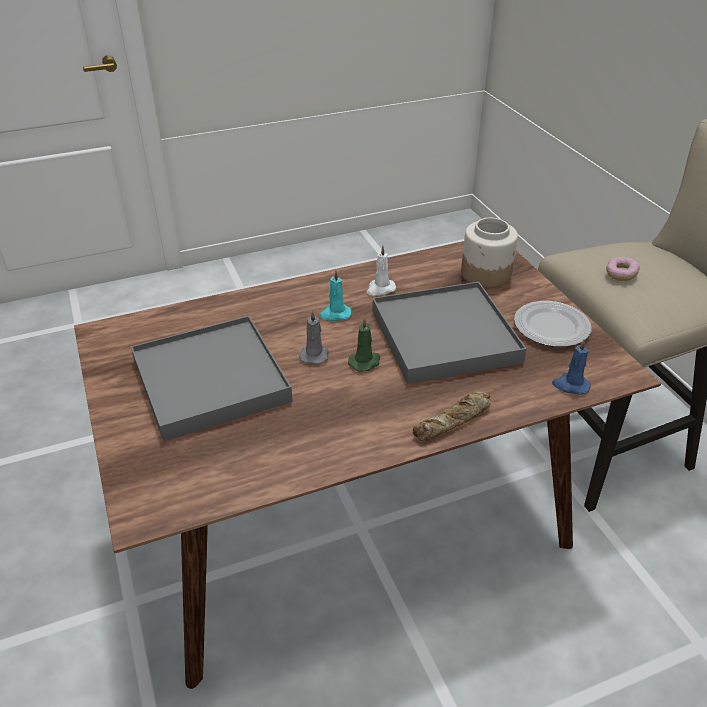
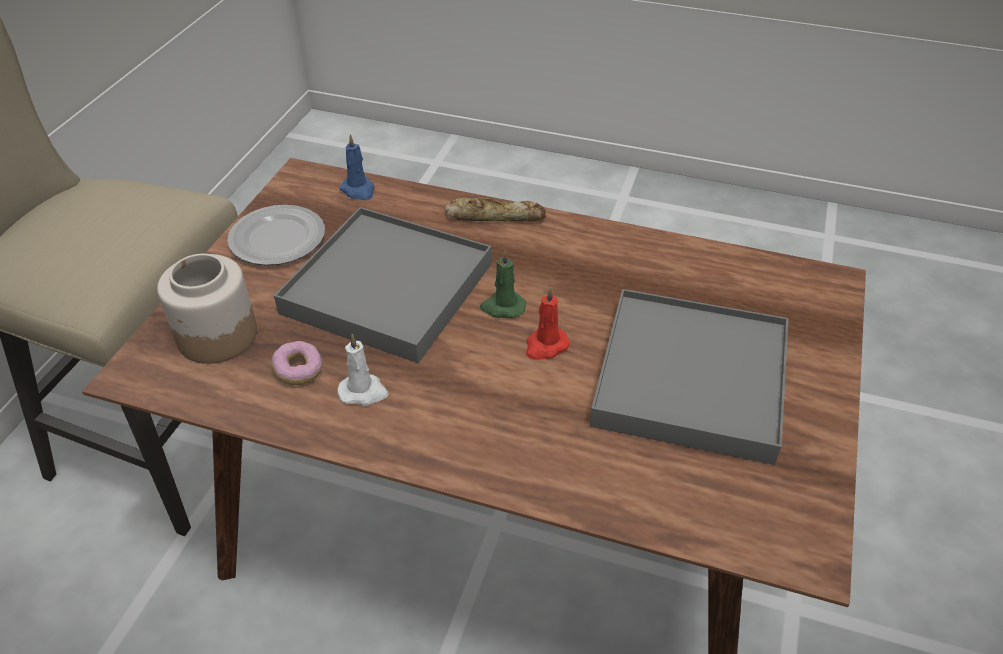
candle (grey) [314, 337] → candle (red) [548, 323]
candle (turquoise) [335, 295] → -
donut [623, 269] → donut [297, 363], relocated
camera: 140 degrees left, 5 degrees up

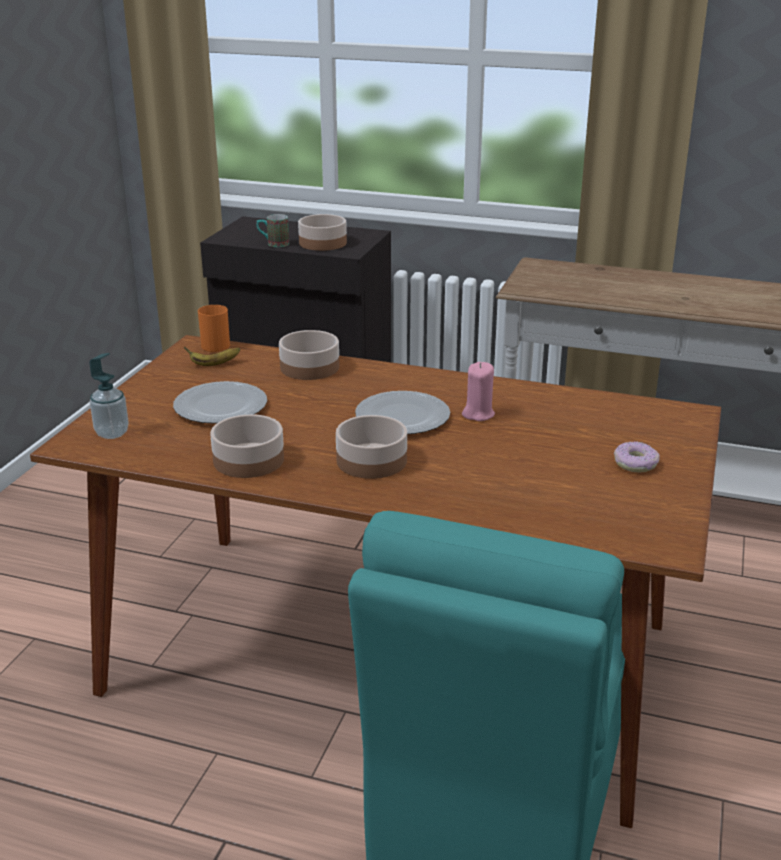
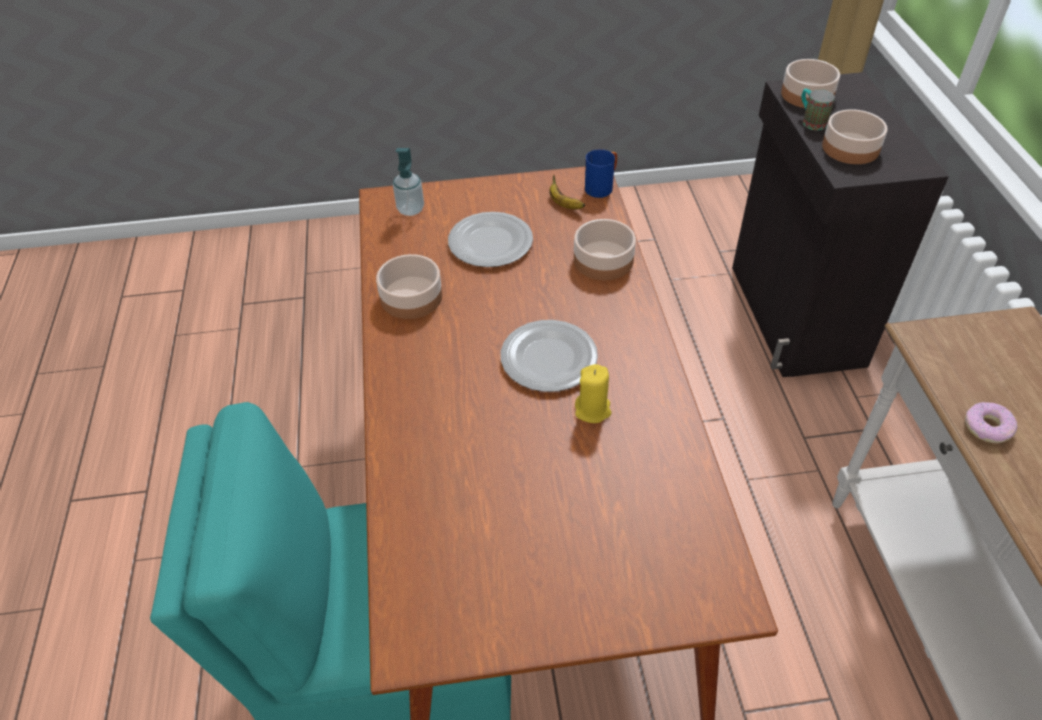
mug (orange) [214, 328] → mug (blue) [601, 173]
bowl [371, 447] → bowl [810, 83], relocated
candle (pink) [478, 391] → candle (yellow) [593, 393]
donut [637, 457] → donut [991, 422], relocated
camera: 65 degrees right, 20 degrees up

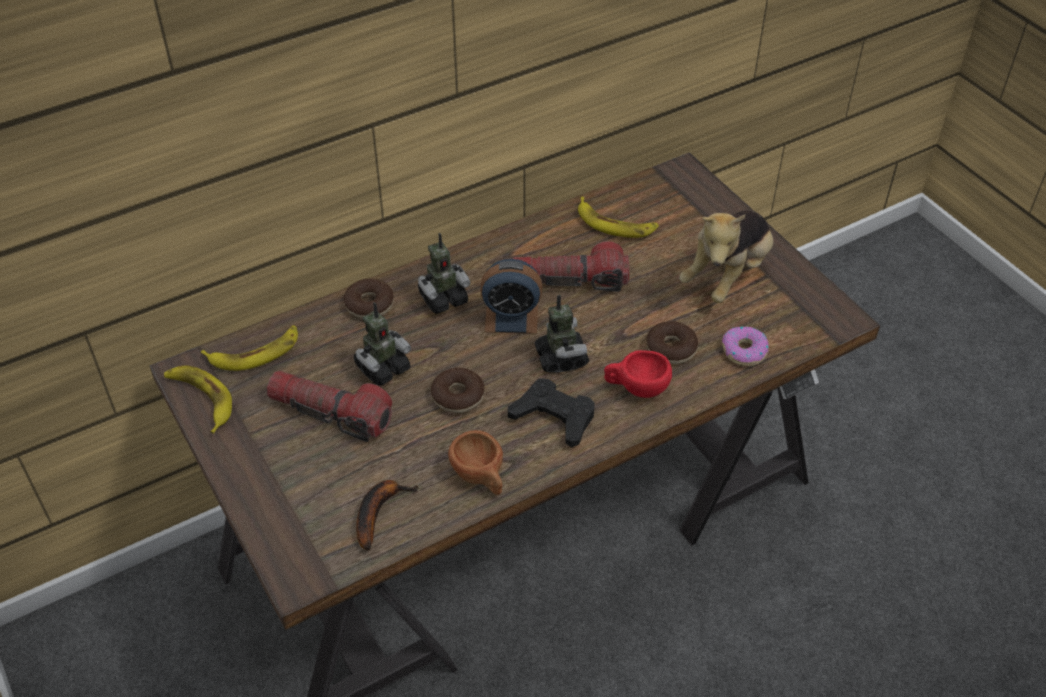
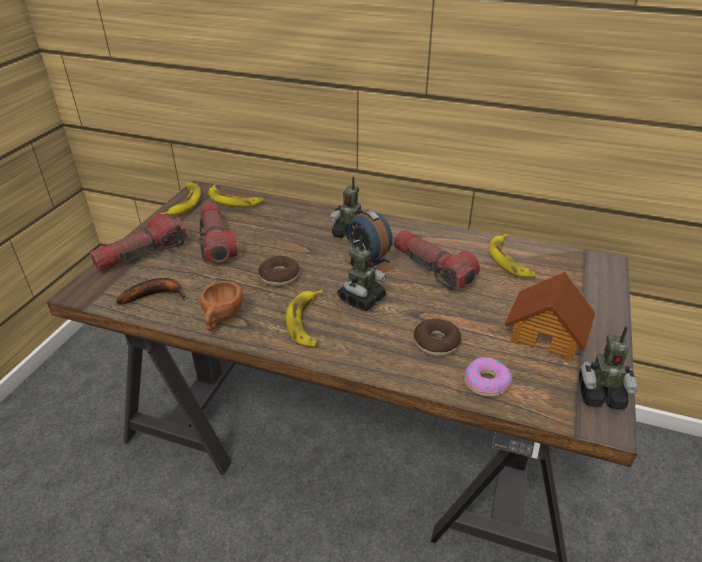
donut [369, 298] → -
toy robot [382, 344] → toy robot [608, 367], relocated
game controller (black) [551, 413] → banana [304, 318]
cup (red) [638, 374] → -
plush toy [726, 256] → toy house [550, 316]
- → flashlight [138, 243]
camera: 50 degrees right, 10 degrees down

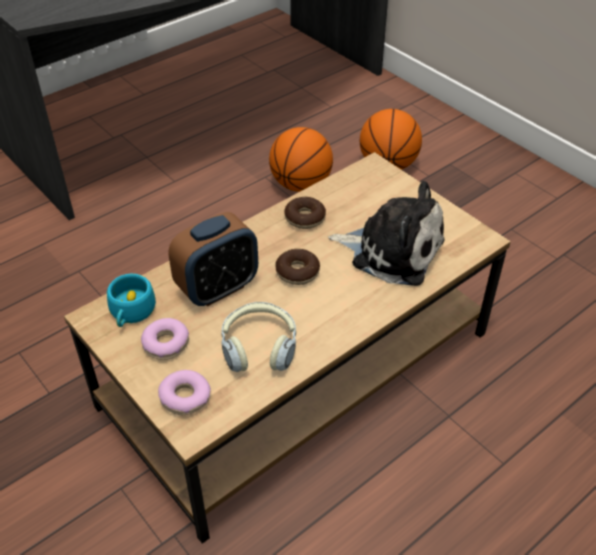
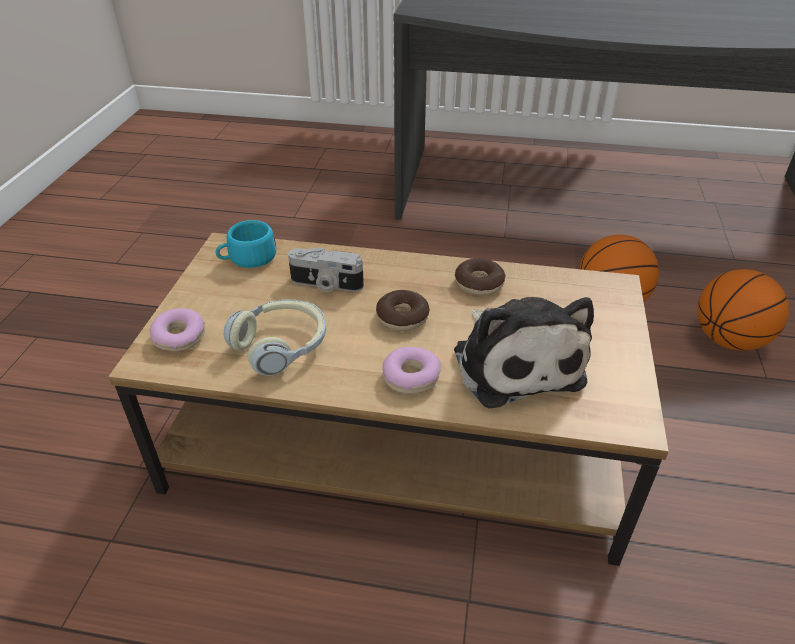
donut [165, 339] → donut [411, 370], relocated
alarm clock [213, 259] → photo camera [326, 270]
camera: 50 degrees right, 5 degrees down

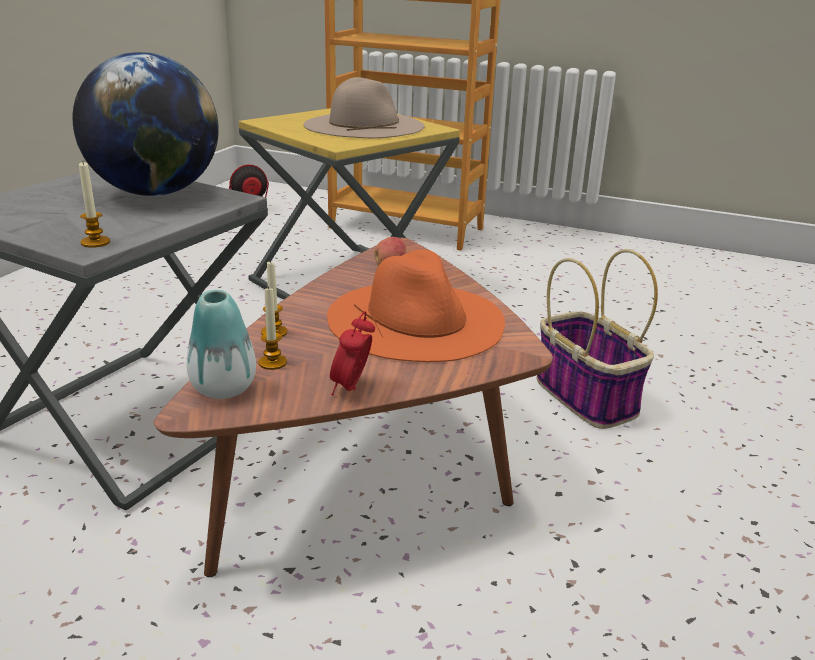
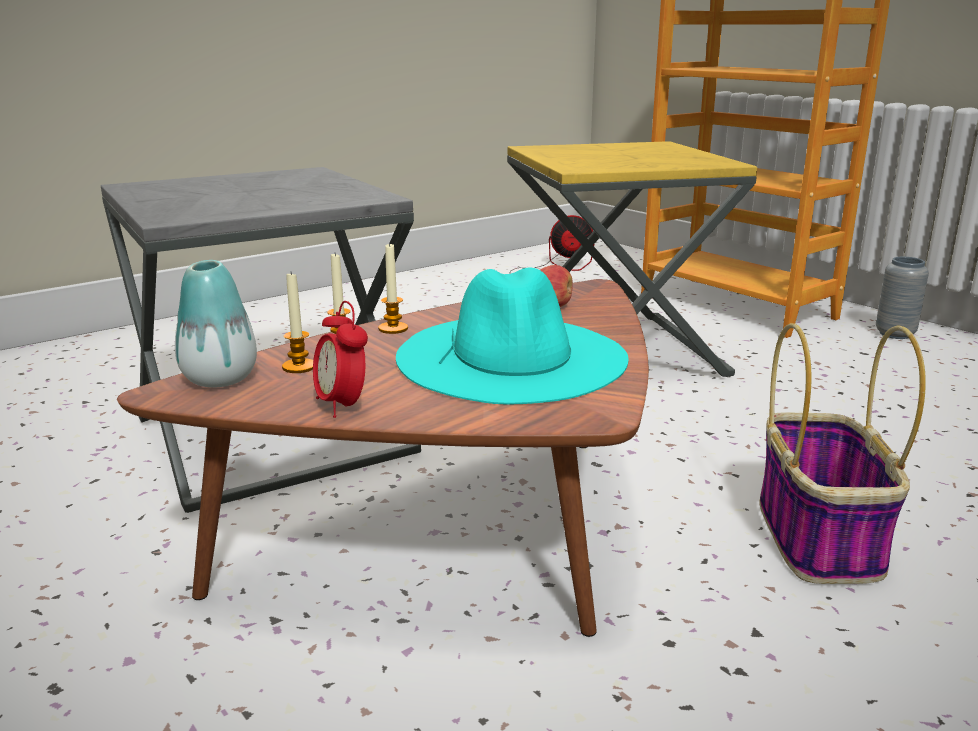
globe [145, 124] → -
candle [94, 205] → candle [393, 288], relocated
hat (beige) [364, 107] → -
hat (orange) [416, 306] → hat (turquoise) [512, 335]
alarm clock [352, 353] → alarm clock [340, 359], 75 degrees counterclockwise
- → vase (grey) [902, 298]
camera: 30 degrees right, 5 degrees down

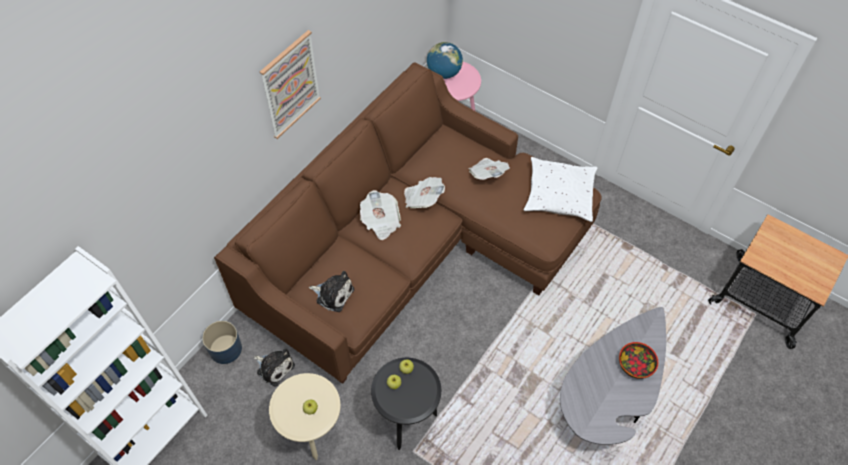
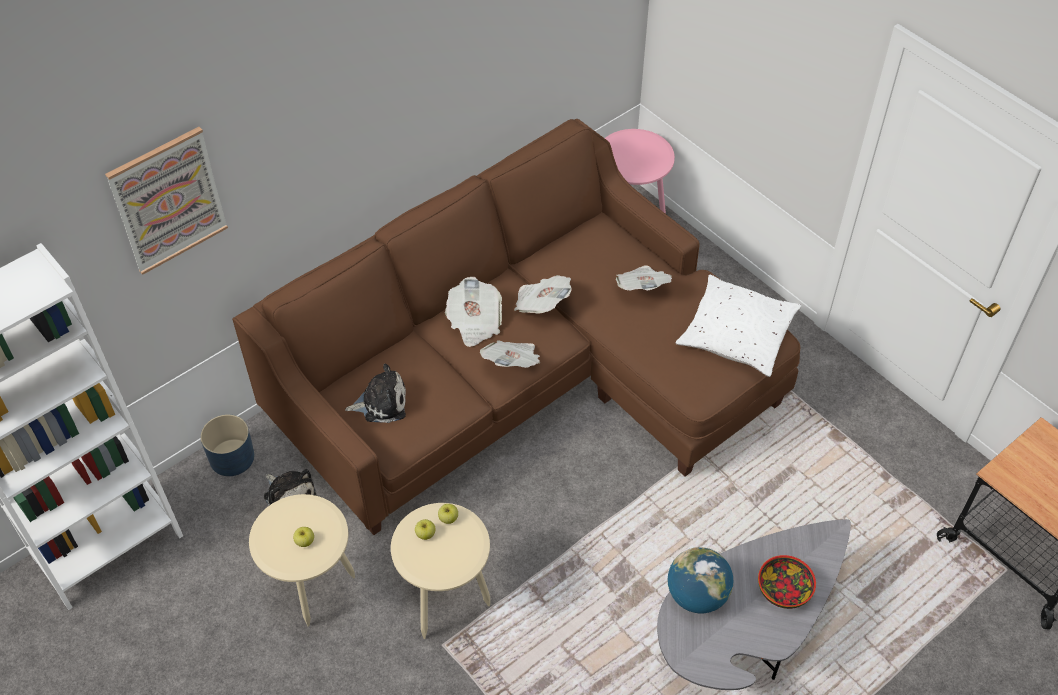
picture [290, 84] → picture [166, 201], relocated
plush toy [331, 291] → plush toy [375, 393], 45 degrees counterclockwise
side table (black) [406, 404] → side table (beige) [440, 571]
globe [445, 60] → globe [700, 580], relocated
- → newspaper [510, 354]
camera: 15 degrees right, 5 degrees down

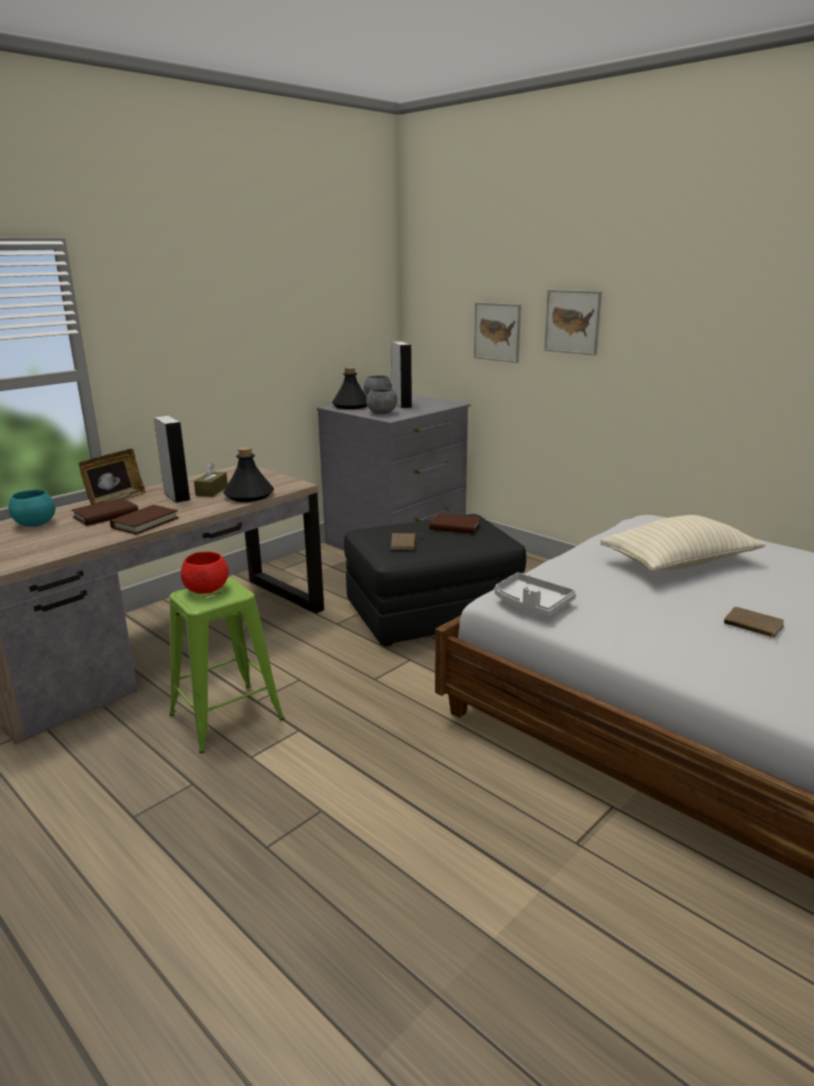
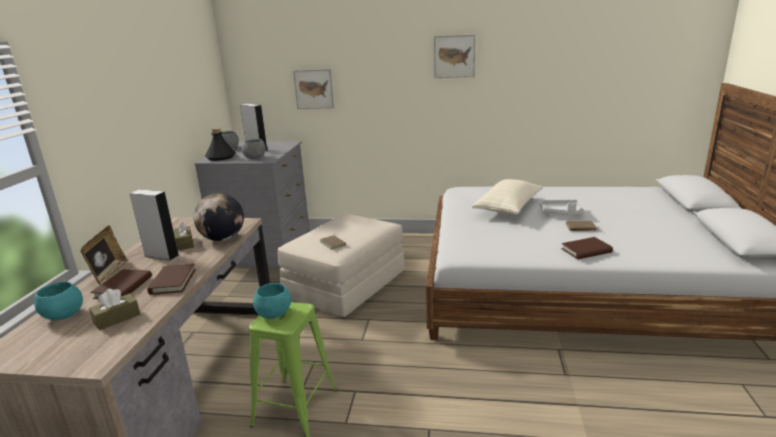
bowl (red) [205, 572] → bowl (turquoise) [272, 301]
bottle (black) [248, 474] → globe [218, 217]
ottoman (black) [435, 580] → ottoman (beige) [340, 266]
book (brown) [454, 523] → book (brown) [587, 248], relocated
tray (grey) [535, 595] → tray (grey) [561, 207], relocated
picture [573, 322] → picture [454, 56], relocated
- → tissue box (brown) [114, 309]
camera: 35 degrees left, 0 degrees up

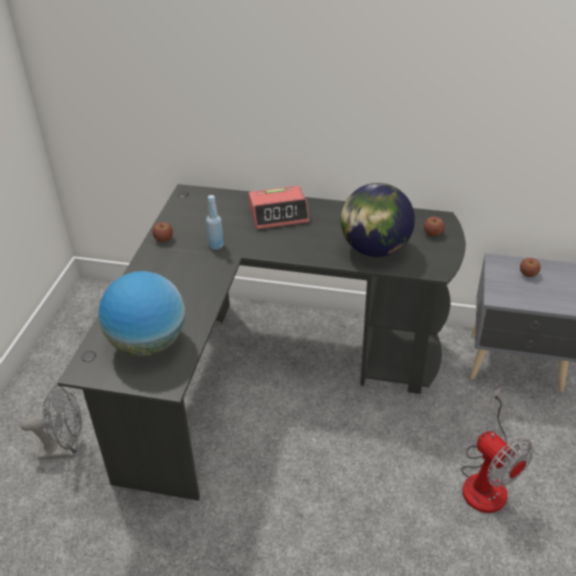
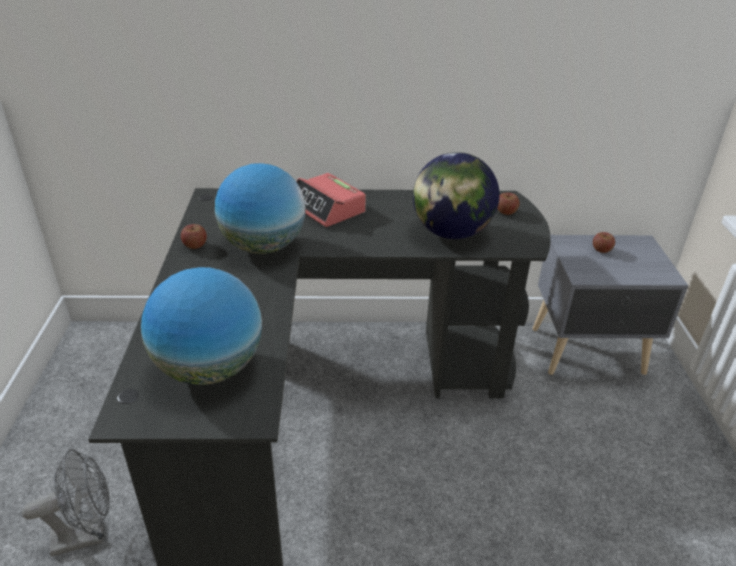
bottle (blue) [215, 222] → globe [260, 208]
alarm clock [279, 207] → alarm clock [331, 200], 75 degrees clockwise
fan [497, 450] → -
camera: 15 degrees left, 5 degrees down

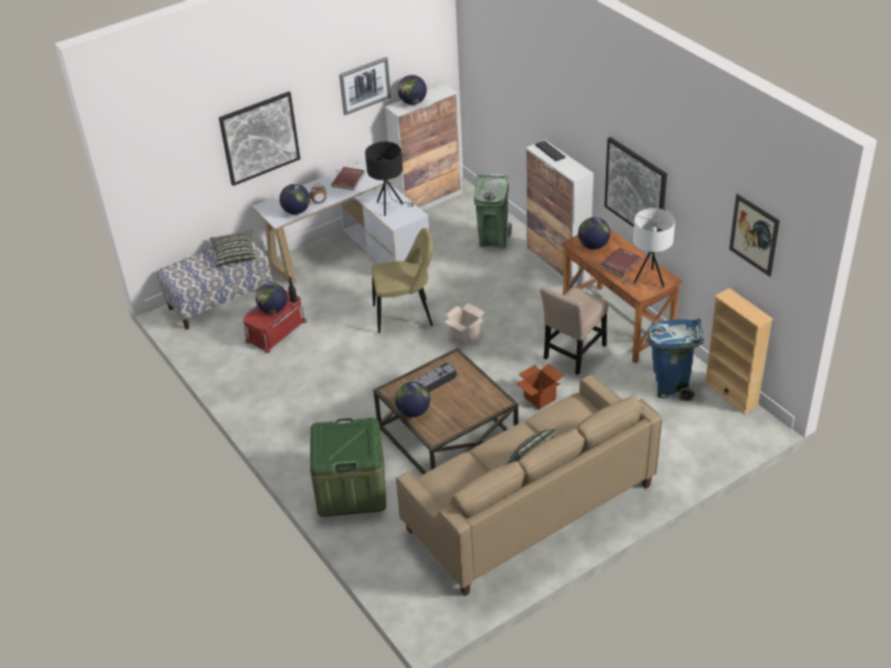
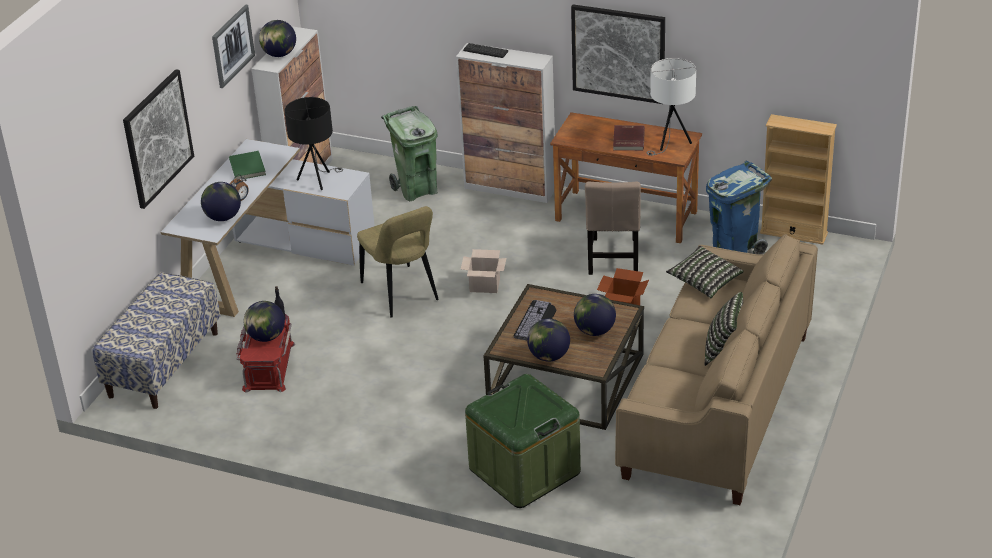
pillow [233, 248] → pillow [705, 272], relocated
book (red) [348, 178] → book (green) [247, 165]
chair (beige) [402, 280] → chair (beige) [398, 262], 105 degrees clockwise
globe [594, 233] → globe [595, 315], relocated
picture [754, 235] → -
camera: 35 degrees left, 5 degrees down

